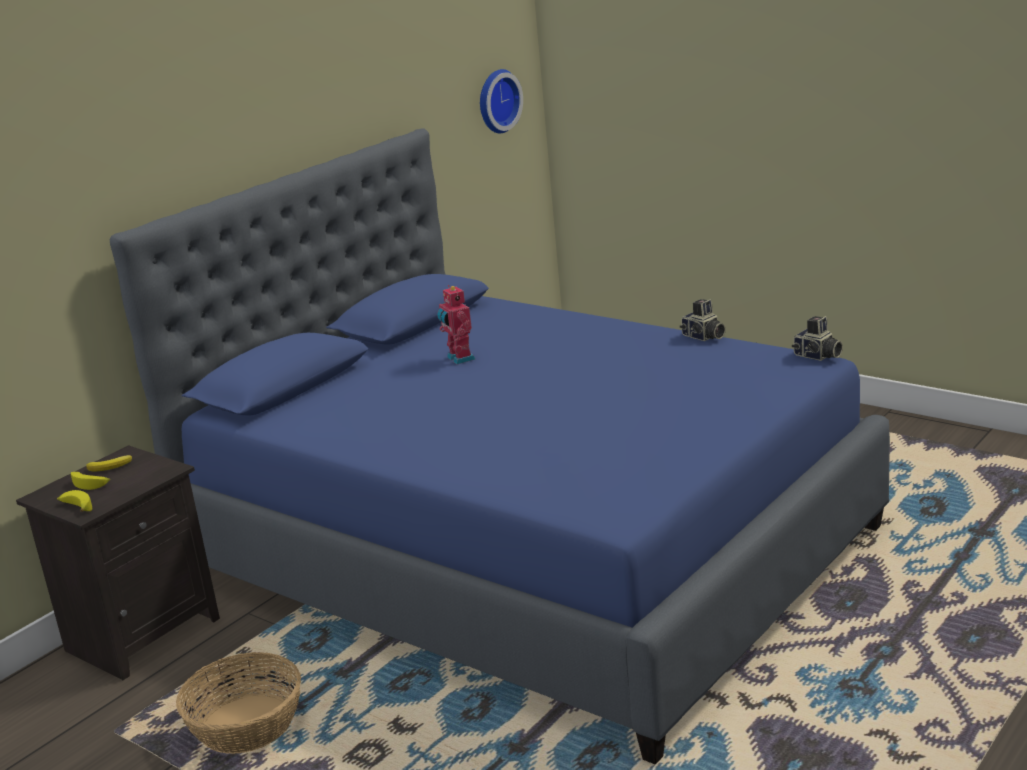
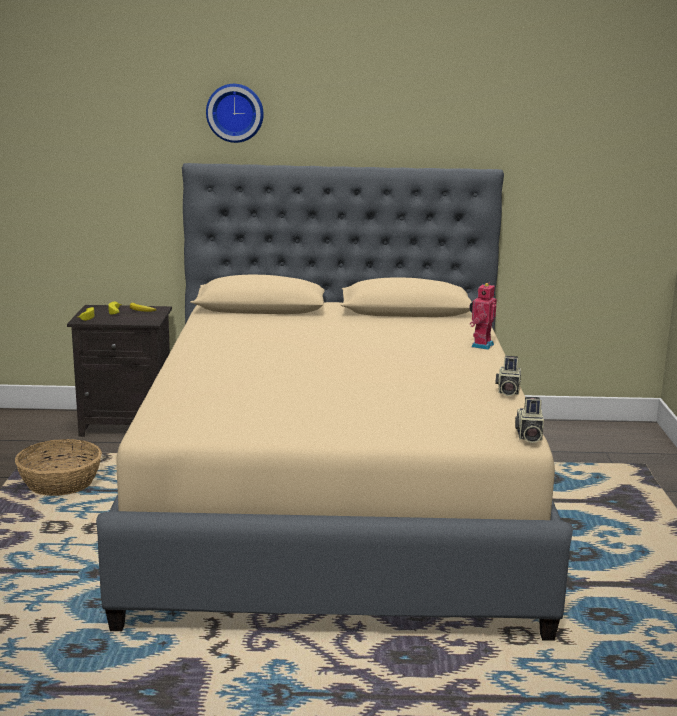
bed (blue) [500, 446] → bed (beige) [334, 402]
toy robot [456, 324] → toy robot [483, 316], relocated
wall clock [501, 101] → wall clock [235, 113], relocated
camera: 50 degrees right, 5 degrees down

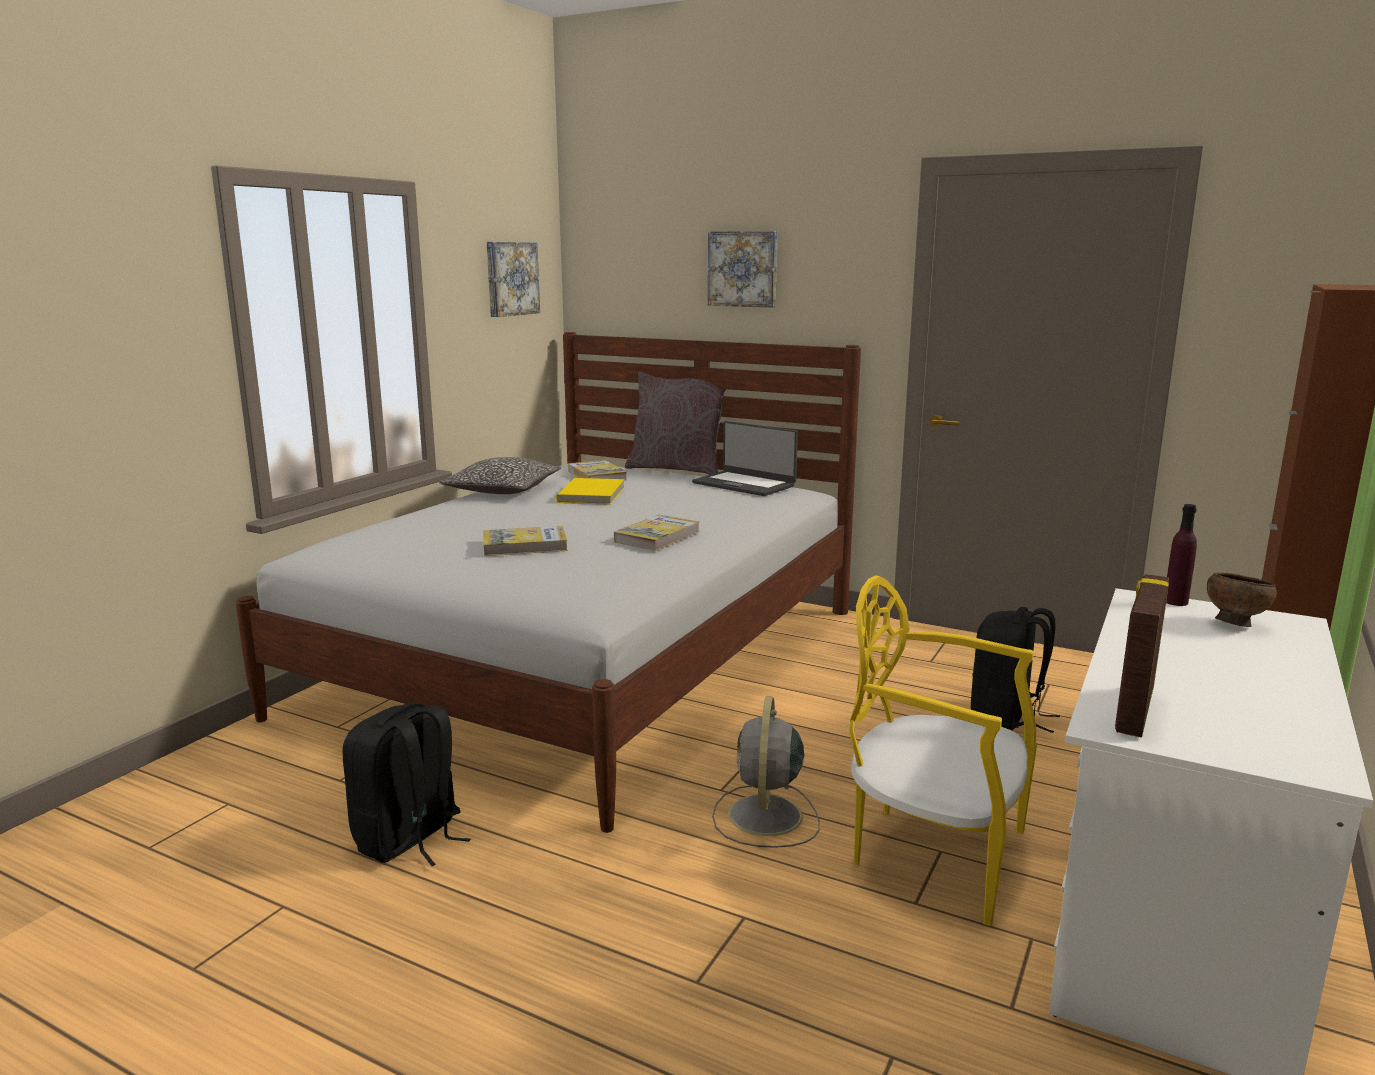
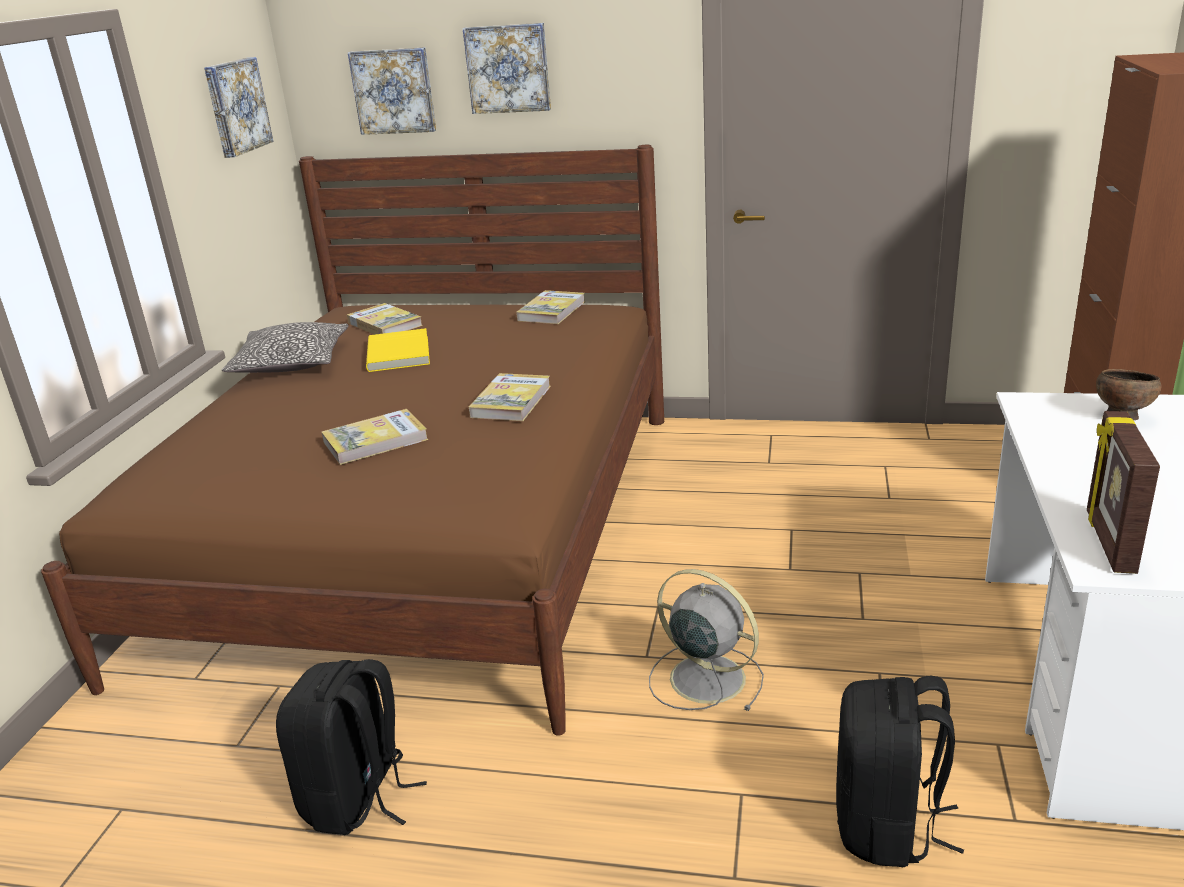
bed (white) [548, 582] → bed (brown) [352, 440]
pillow (grey) [676, 423] → -
laptop [745, 458] → book [550, 307]
fan (grey) [766, 772] → fan (grey) [706, 640], 135 degrees clockwise
chair (yellow) [943, 750] → -
backpack (black) [1015, 670] → backpack (black) [900, 771], relocated
bottle (purple) [1181, 555] → -
- → picture [392, 91]
camera: 15 degrees left, 10 degrees up

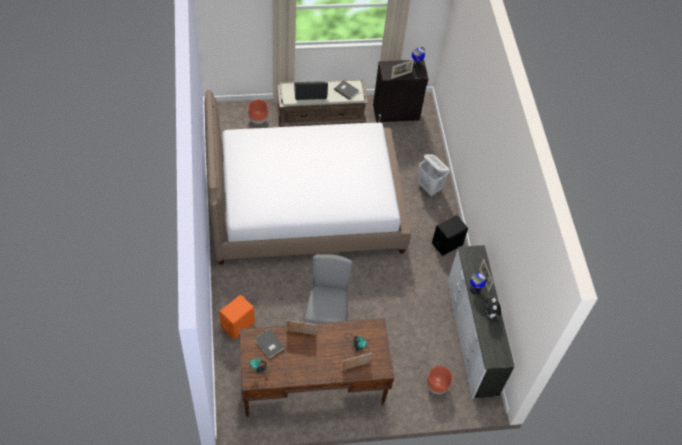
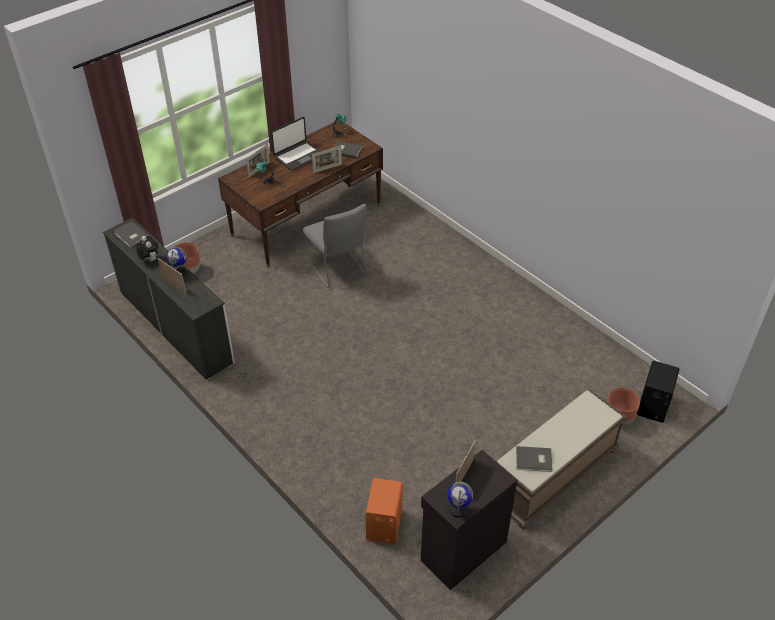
bed [308, 177] → -
speaker (orange) [237, 317] → speaker (orange) [384, 511], relocated
laptop [311, 90] → laptop [296, 144], relocated
laundry basket (white) [433, 175] → -
speaker (black) [450, 235] → speaker (black) [658, 392], relocated
- → book (grey) [131, 234]
camera: 150 degrees right, 10 degrees down

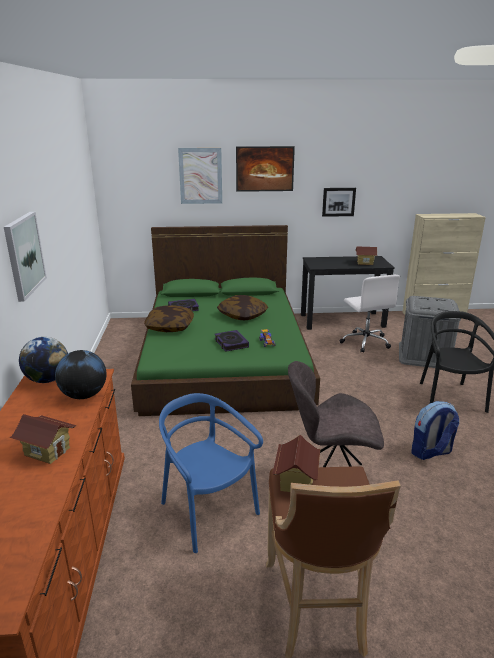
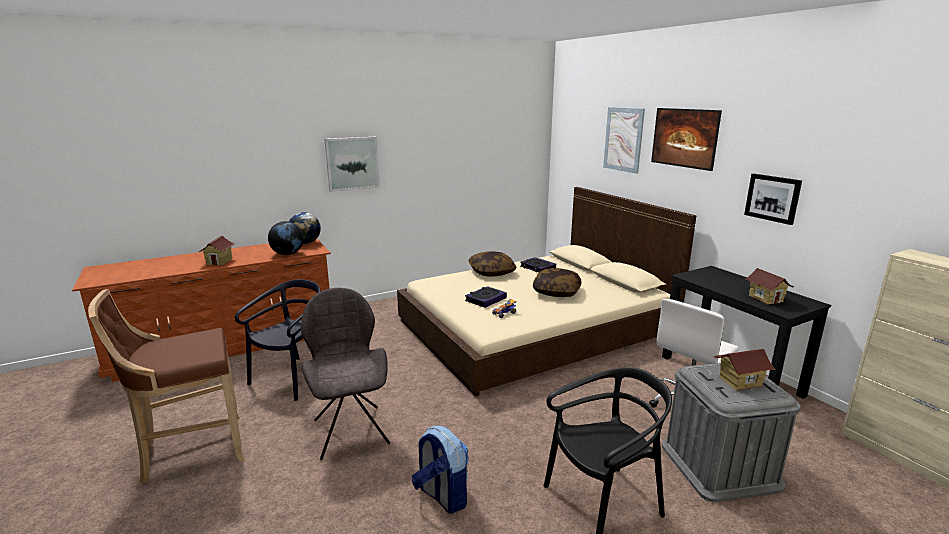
bed (green) [225, 320] → bed (beige) [546, 292]
chair (blue) [211, 473] → chair (black) [277, 340]
toy house [296, 463] → toy house [744, 369], relocated
camera: 65 degrees right, 5 degrees down

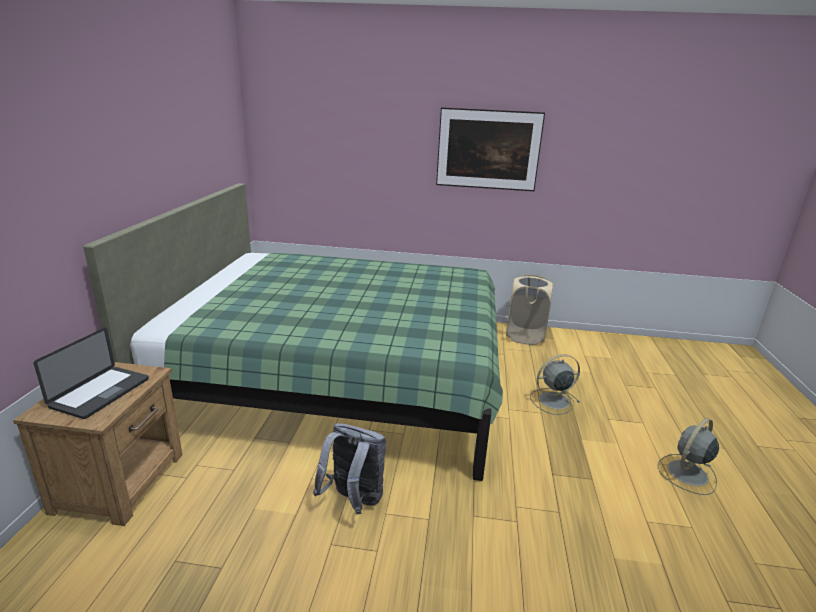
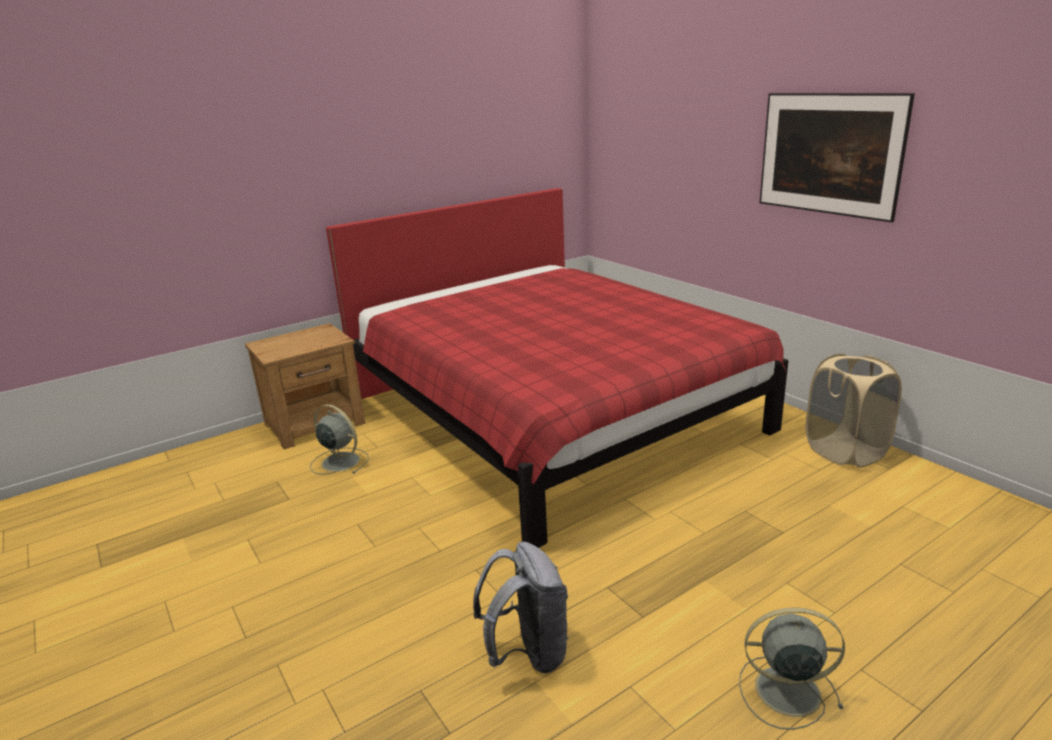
laptop [91, 373] → -
bed (green) [293, 332] → bed (red) [557, 368]
backpack (grey) [349, 468] → backpack (grey) [520, 607], relocated
fan (grey) [555, 384] → fan (grey) [339, 439], relocated
camera: 50 degrees right, 0 degrees up

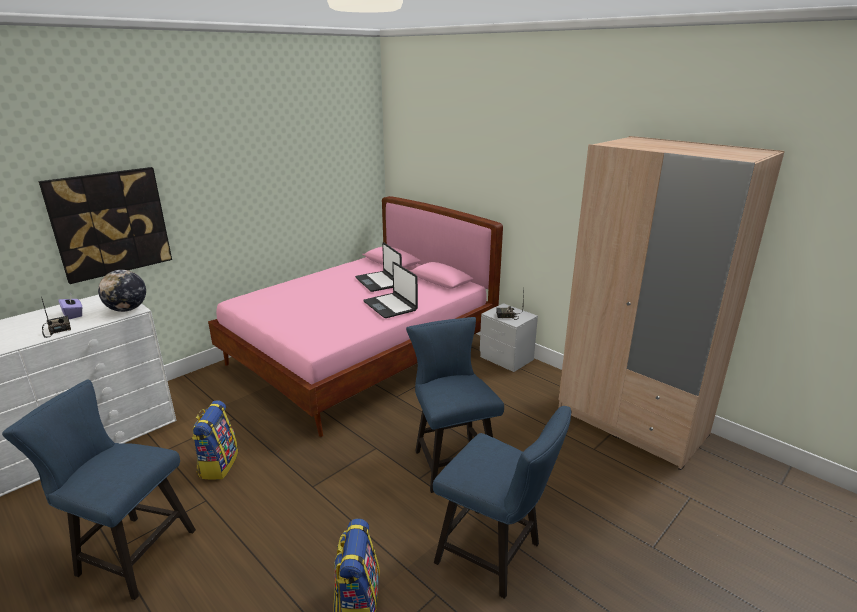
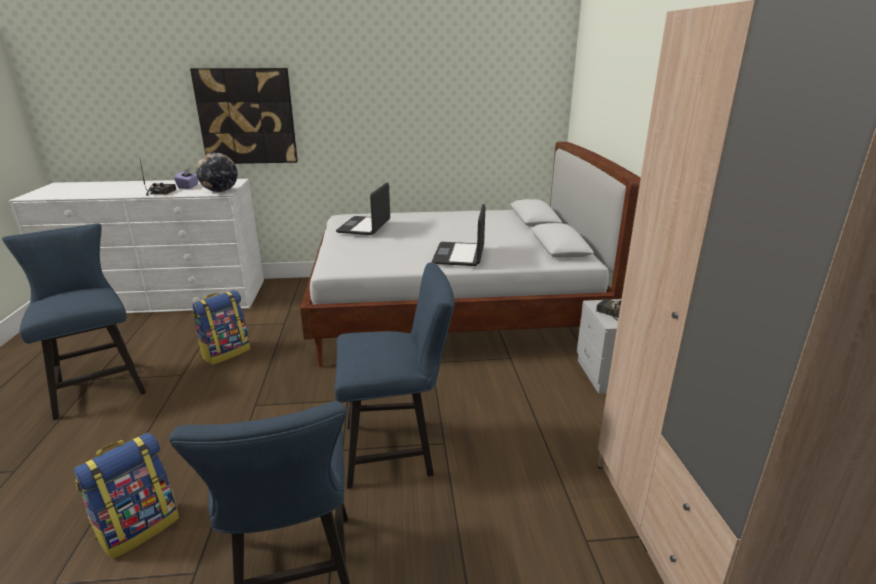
bed (pink) [355, 316] → bed (white) [470, 254]
laptop [378, 267] → laptop [363, 208], relocated
chair (blue) [455, 405] → chair (blue) [394, 375], 60 degrees clockwise
camera: 40 degrees right, 0 degrees up

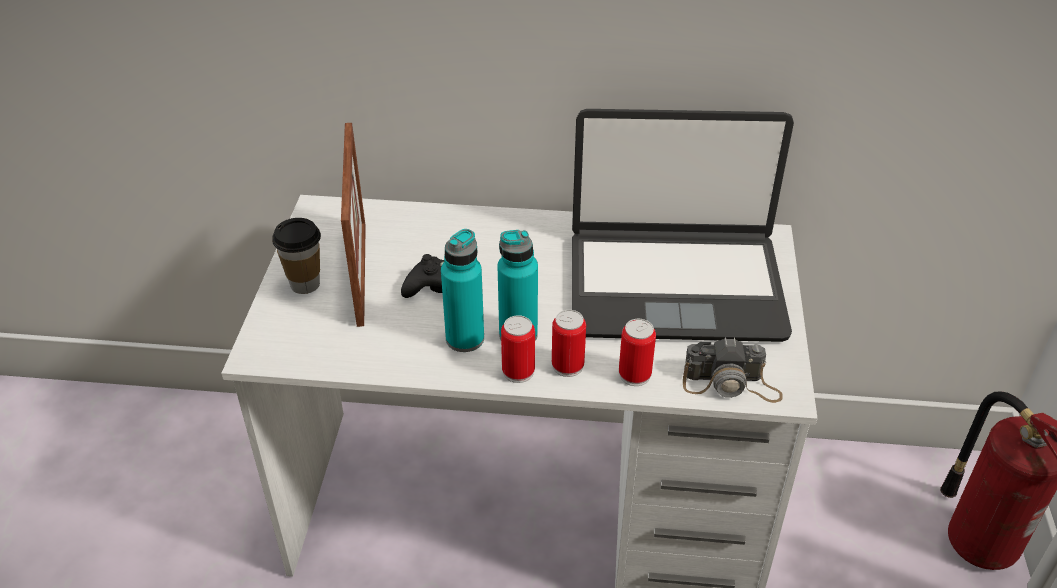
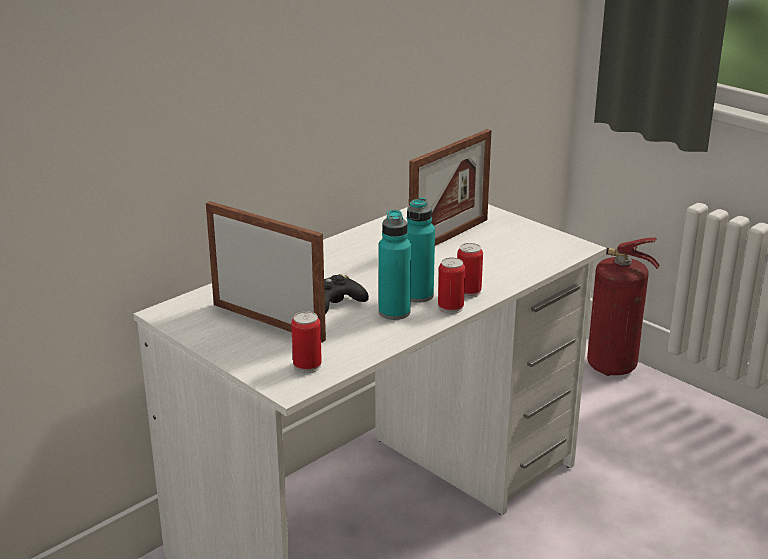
cup [296, 256] → -
laptop [683, 225] → picture frame [450, 187]
can [637, 352] → can [306, 342], relocated
photo camera [733, 370] → -
camera: 50 degrees left, 15 degrees down

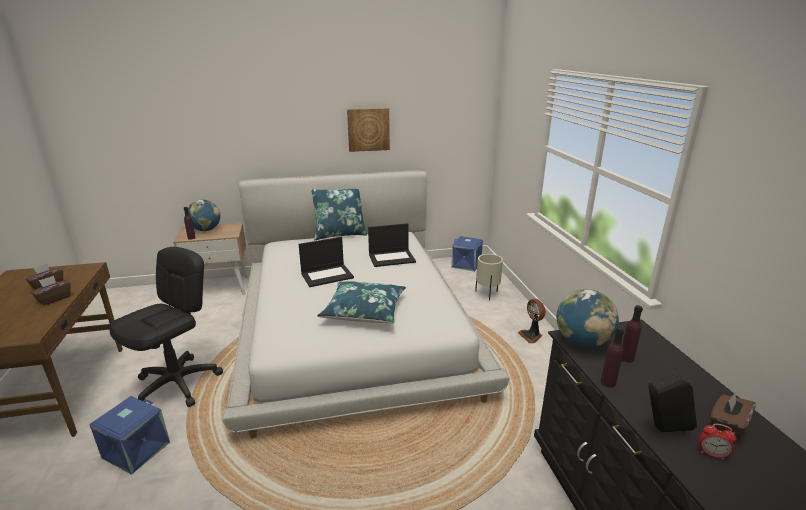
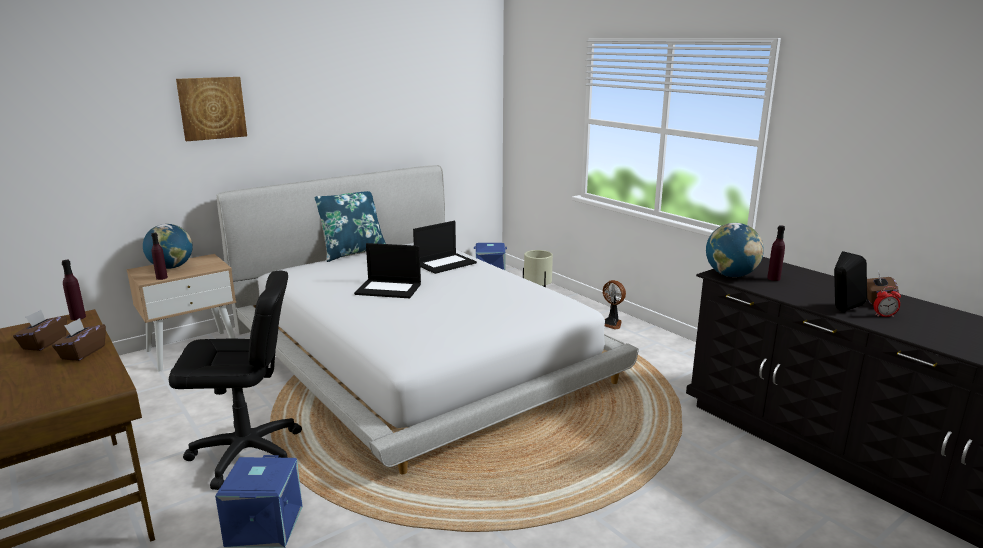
office chair (black) [166, 327] → office chair (black) [235, 380], 75 degrees clockwise
laptop [326, 262] → laptop [387, 270], 60 degrees clockwise
pillow (blue) [361, 302] → -
picture [368, 130] → picture [211, 109], relocated
bottle (purple) [612, 357] → bottle (purple) [74, 290], relocated
camera: 25 degrees left, 5 degrees down

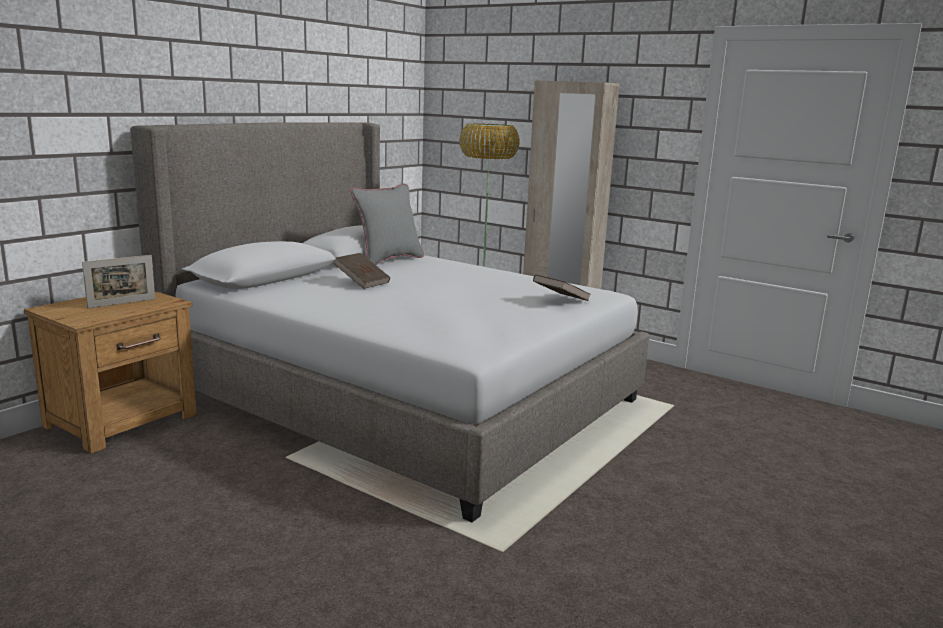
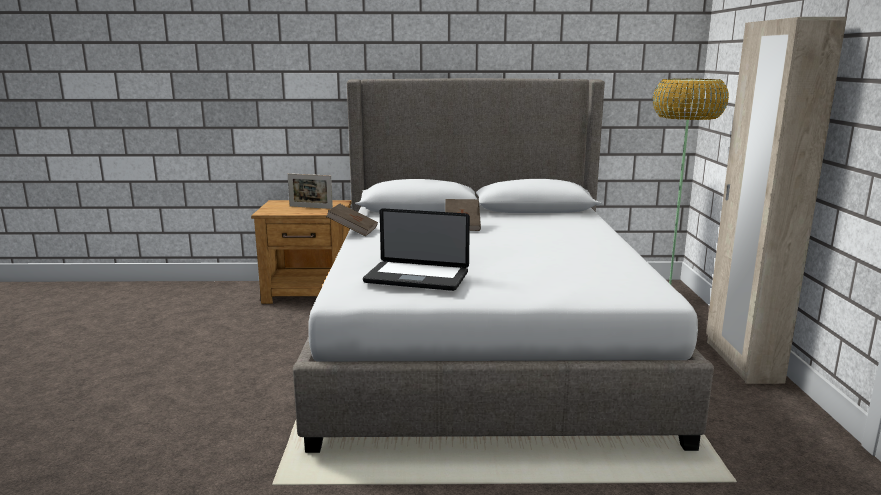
pillow (grey) [387, 224] → -
book (brown) [561, 288] → book (brown) [352, 220], relocated
- → laptop [416, 249]
camera: 55 degrees right, 0 degrees up

